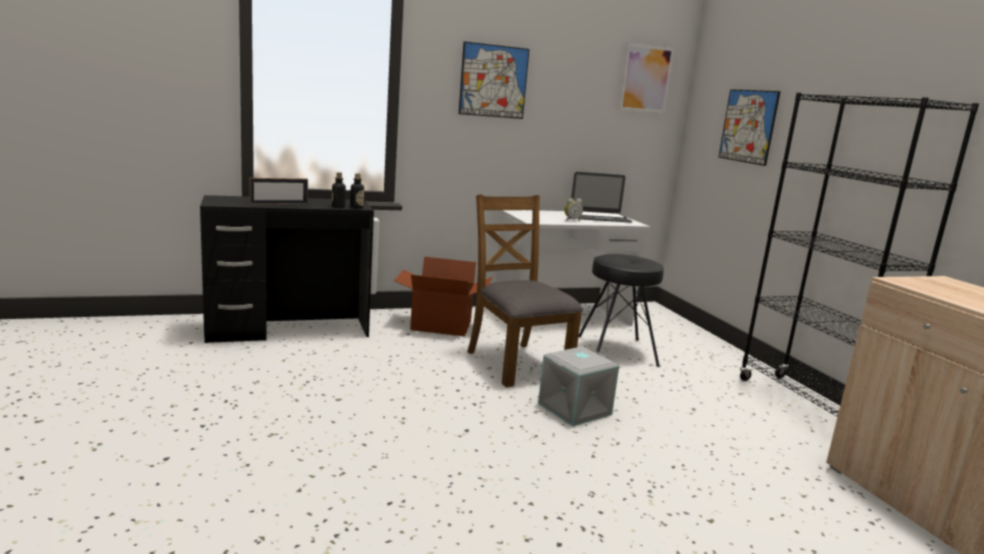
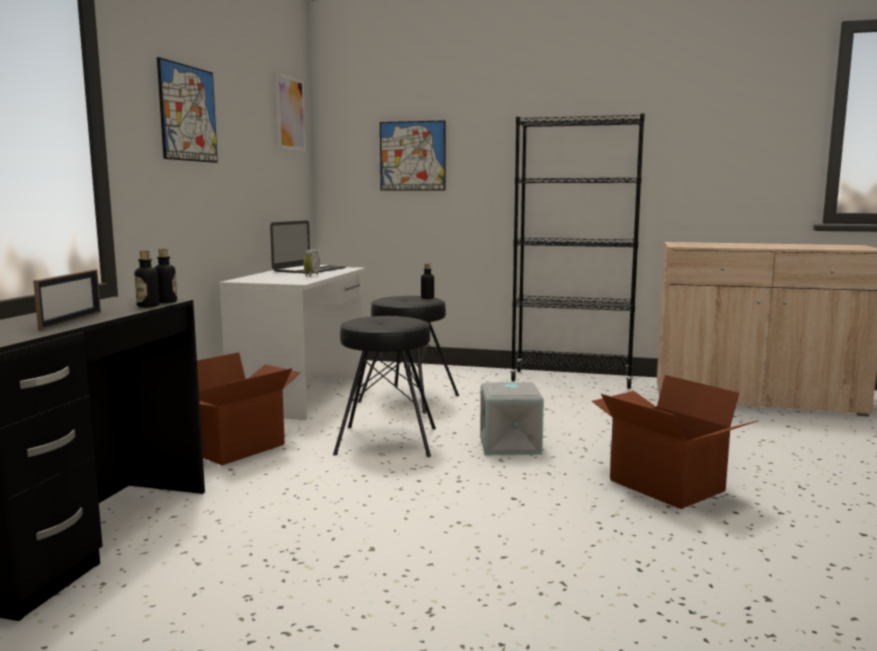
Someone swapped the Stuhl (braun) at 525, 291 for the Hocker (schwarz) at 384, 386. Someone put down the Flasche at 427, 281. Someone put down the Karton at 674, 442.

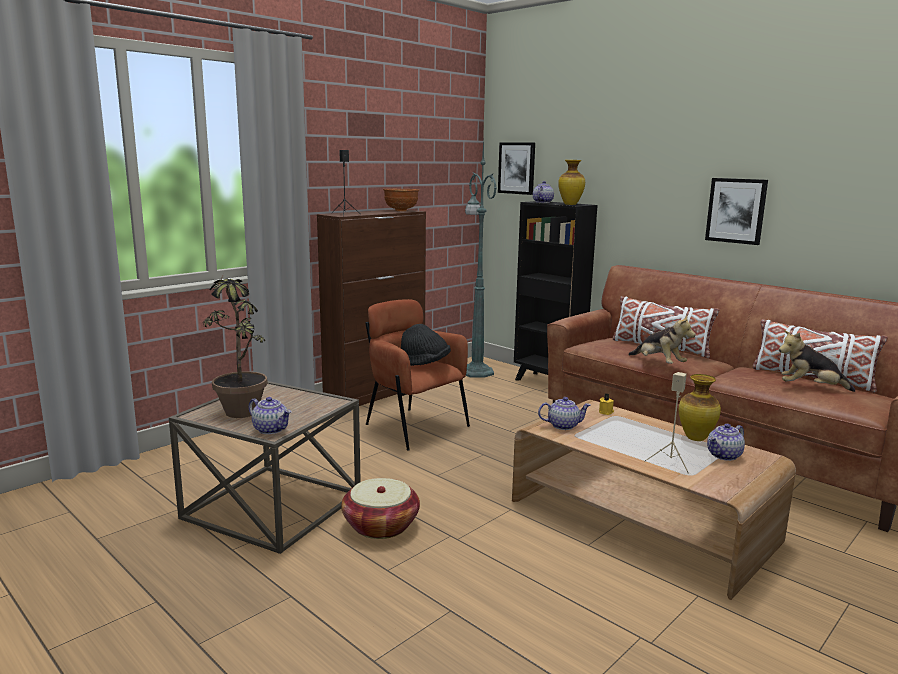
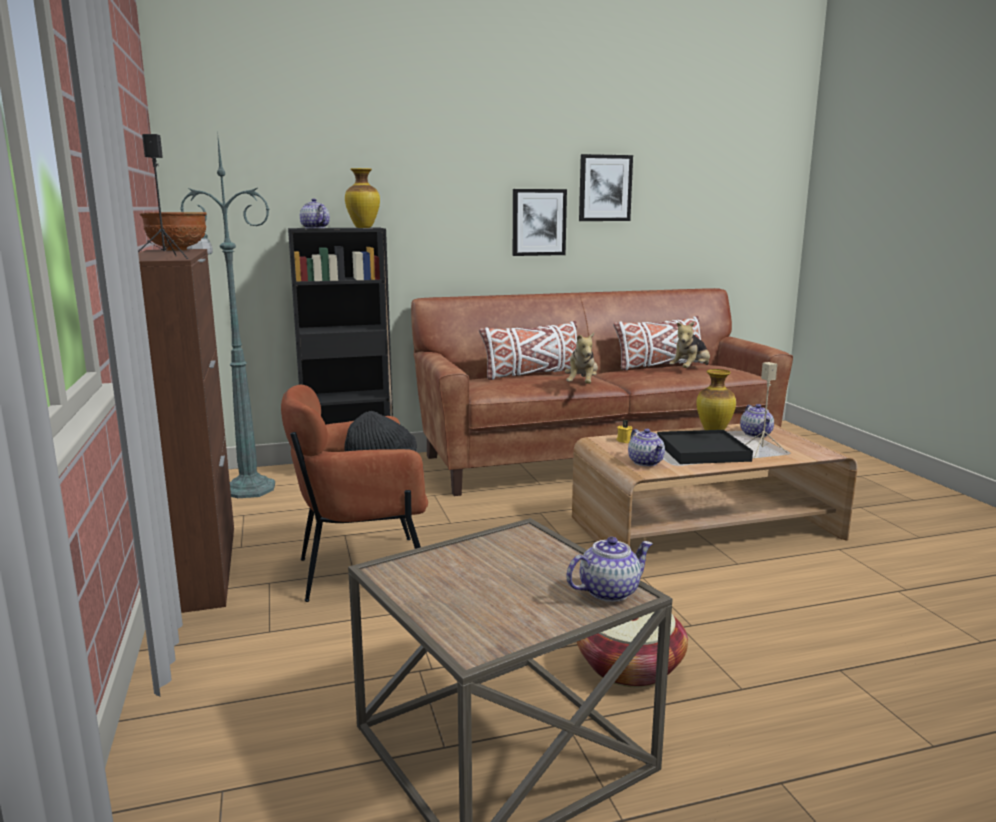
Someone rotated the Plüschtier at 662, 339 by 105 degrees clockwise. Someone carried the Bild from 516, 169 to 606, 187. Someone rotated the Teekanne at 564, 413 by 135 degrees clockwise. Someone put down the Tablett (schwarz) at 705, 447. Someone took away the Topfpflanze at 235, 346.

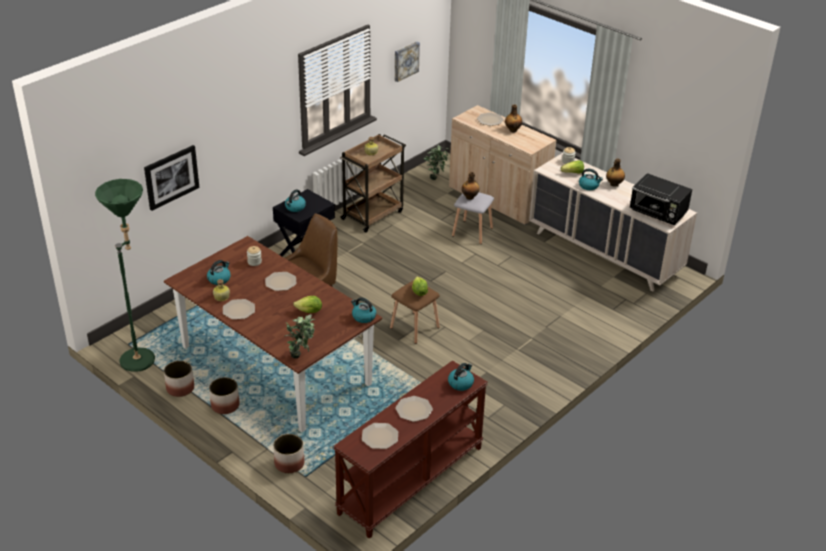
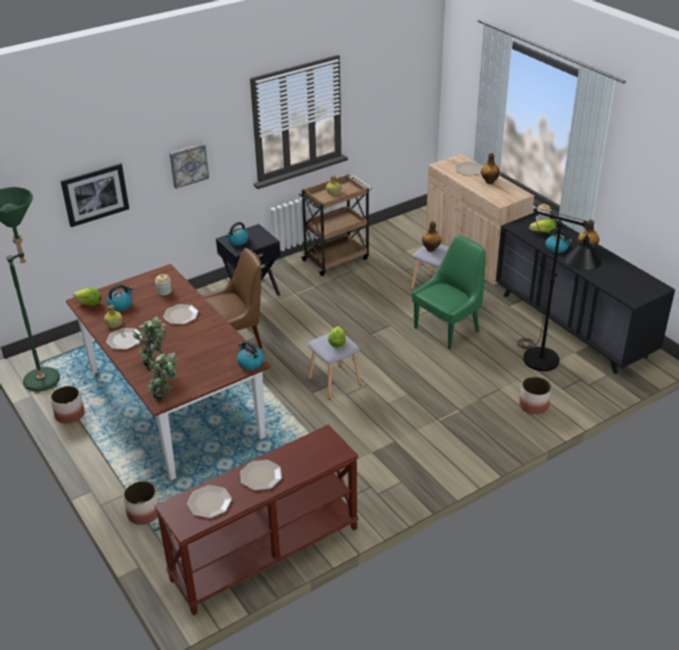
Someone carried the Salatkopf from 307, 304 to 87, 296. Someone carried the Topfpflanze from 436, 162 to 149, 341. Someone carried the Bild from 407, 61 to 189, 166. Someone repainted the Hocker (braun) at 415, 312, which became the Hocker (grau) at 335, 366. Someone put down the Stuhl (grün) at 449, 292. Someone repainted the Kommode (beige) at 613, 222, which became the Kommode (schwarz) at 585, 293. Someone put down the Stehlampe (schwarz) at 559, 289. Someone carried the Pflanzkübel from 224, 395 to 535, 395. Someone took away the Wasserkessel at 461, 377. Someone took away the Mikrowelle (schwarz) at 660, 199.

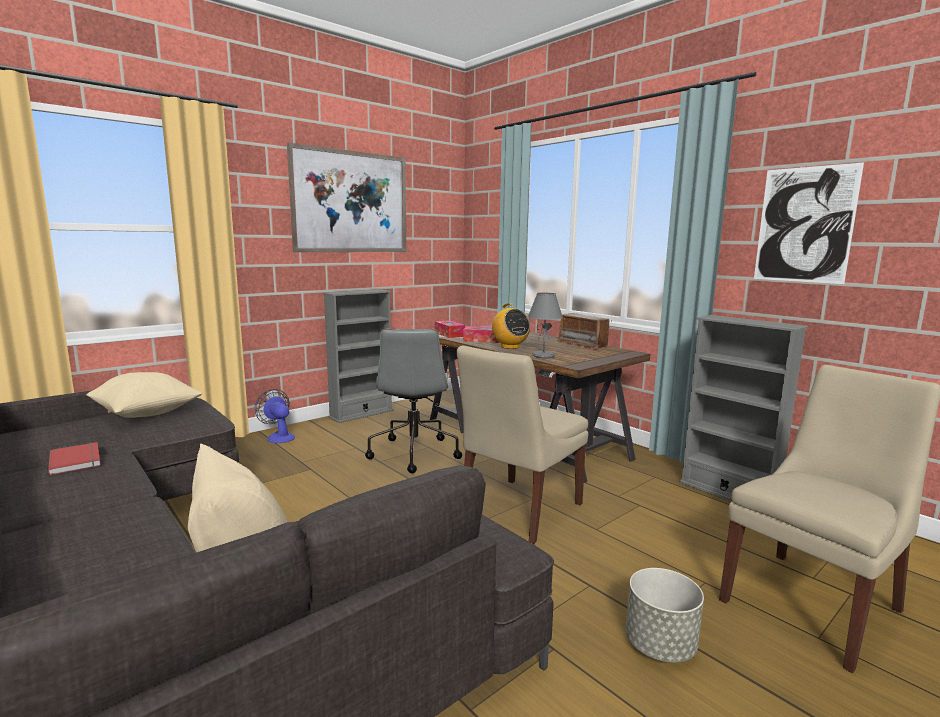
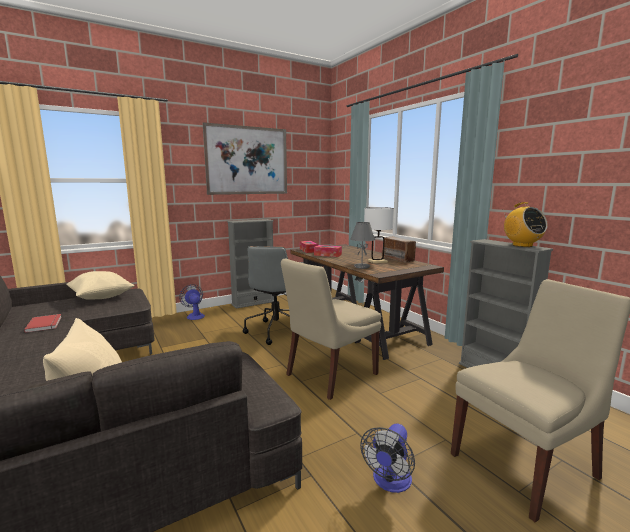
Someone swapped the Pflanzkübel (grau) at 665, 615 for the Ventilator at 387, 458. Someone put down the Tischlampe (weiß) at 379, 235. Someone carried the Radio from 511, 326 to 525, 224. Someone took away the Bild at 809, 223.

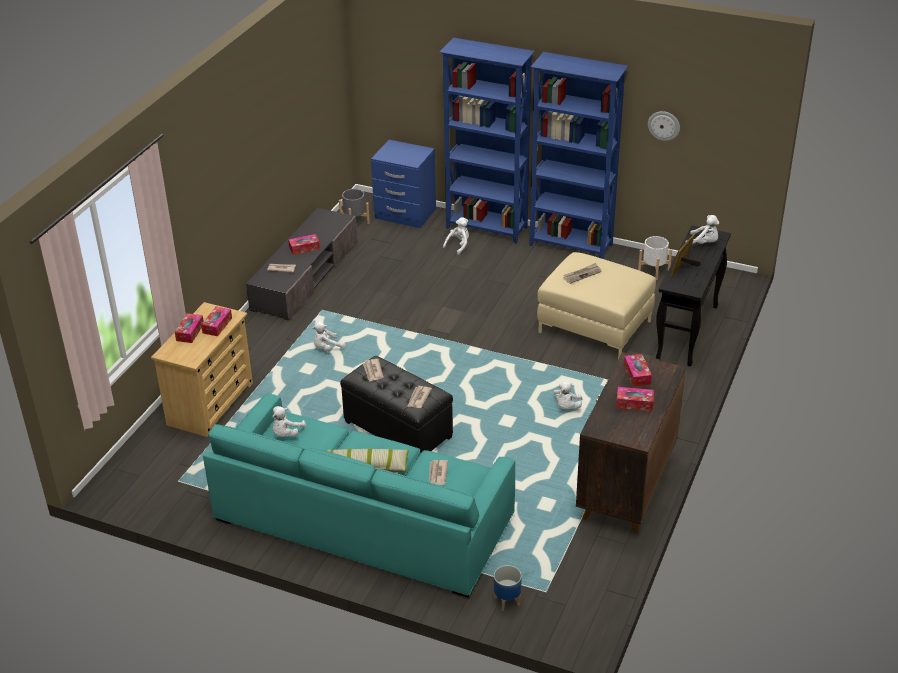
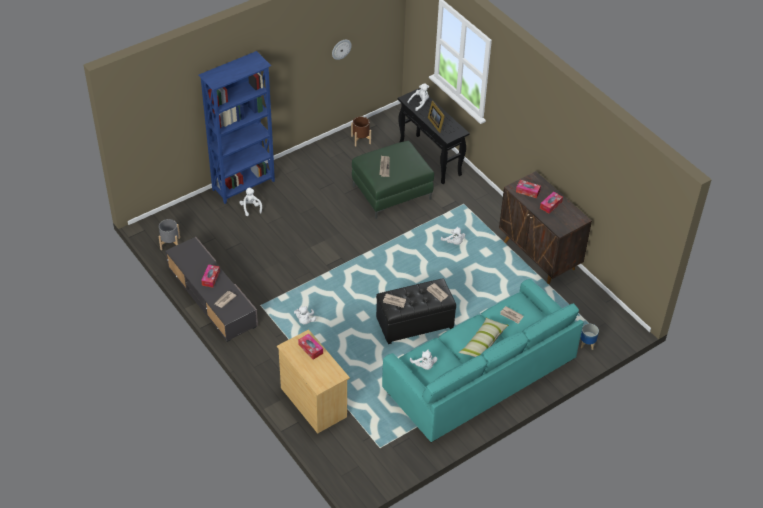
Someone repainted the Pflanzkübel (weiß) at 655, 258, which became the Pflanzkübel (braun) at 361, 131. Someone repainted the Polsterhocker (beige) at 596, 305, which became the Polsterhocker (grün) at 393, 180. Someone took away the Taschentuchbox at 189, 328. Someone took away the Nachttisch (blau) at 403, 184. Someone took away the Bücherregal (blau) at 579, 155.

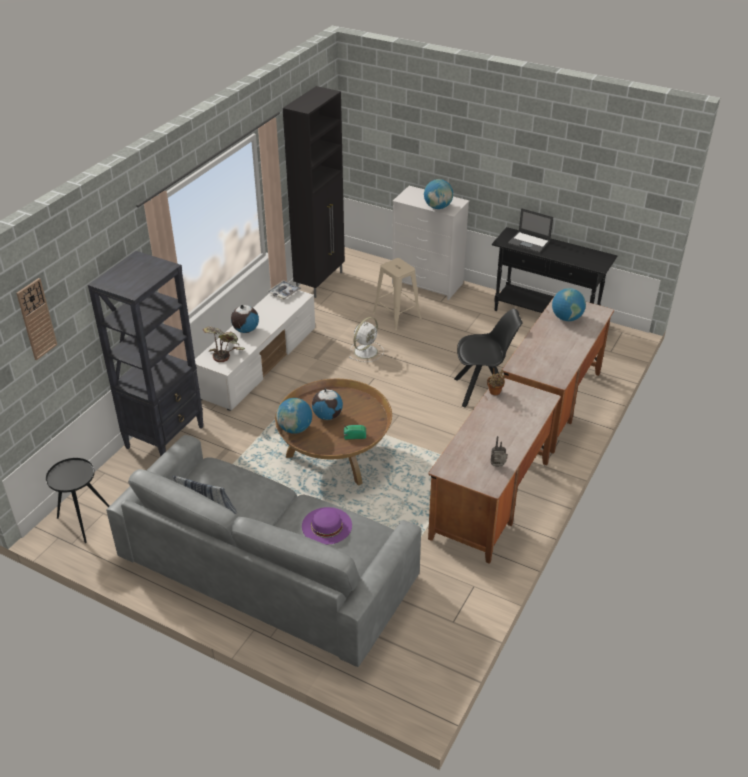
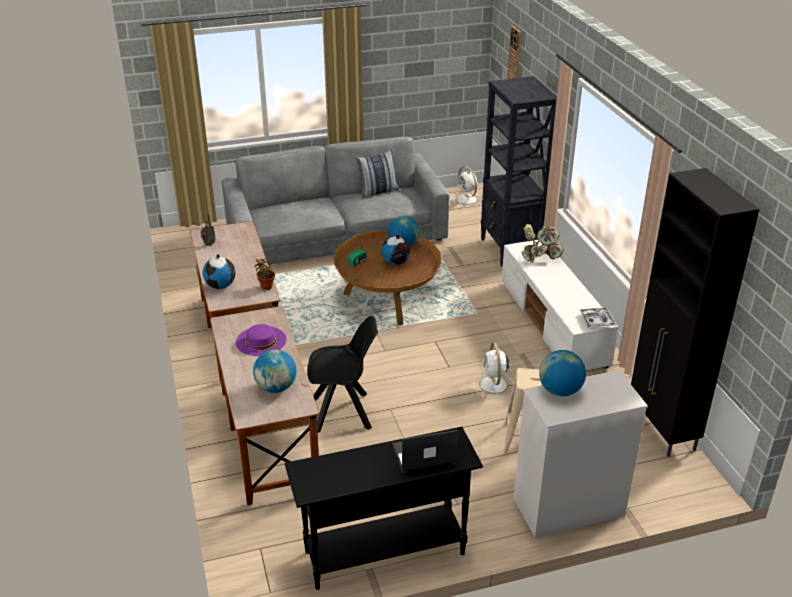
Someone carried the Globus from 245, 319 to 218, 271. Someone carried the Hut (lila) from 327, 526 to 261, 340. Someone rotated the Stuhl (schwarz) at 488, 358 by 135 degrees counterclockwise. Someone swapped the Beistelltisch (schwarz) at 77, 500 for the Ventilator (weiß) at 466, 186.

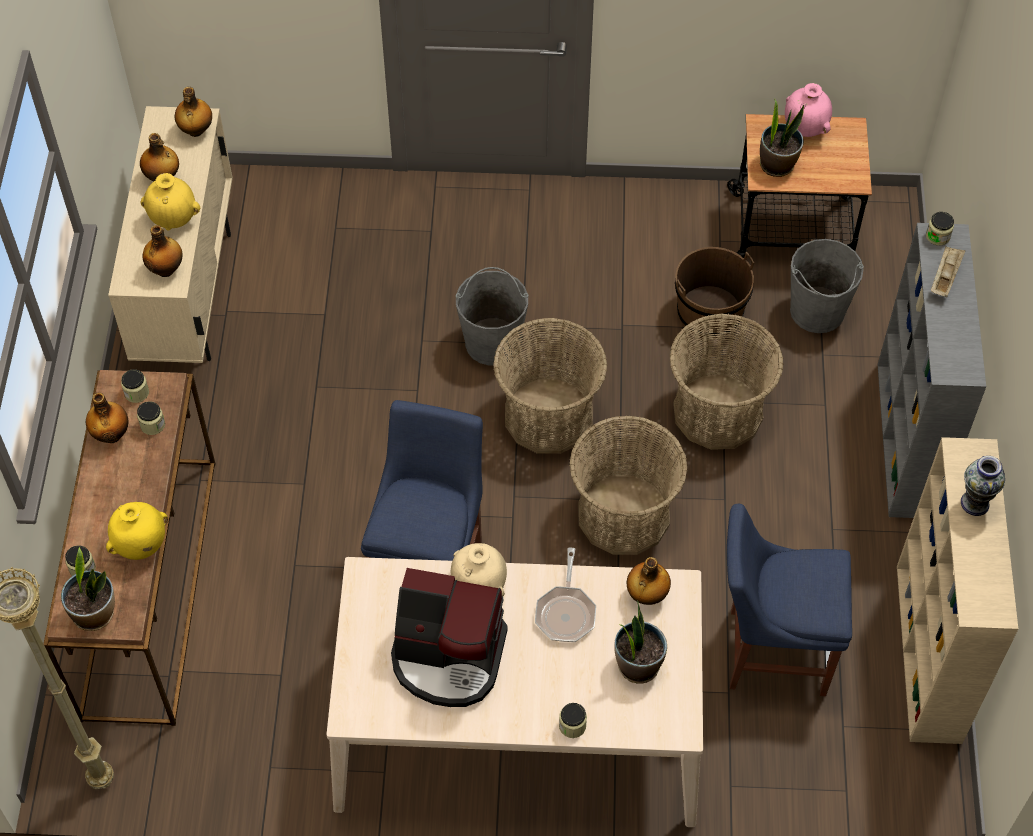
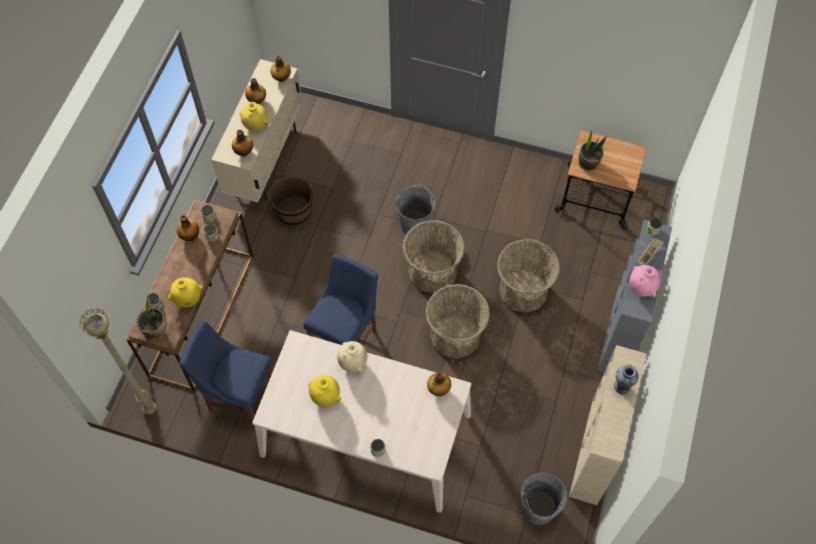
Someone carried the Stuhl (blau) from 789, 600 to 225, 374. Someone carried the Eimer (braun) from 714, 292 to 290, 201. Someone swapped the Kaffeemaschine at 449, 637 for the Vase (gelb) at 324, 391. Someone carried the Eimer (grau) from 827, 286 to 544, 498. Someone carried the Vase (rosa) from 808, 110 to 645, 281. Someone took away the Pfanne at 565, 595. Someone took away the Topfpflanze at 640, 642.

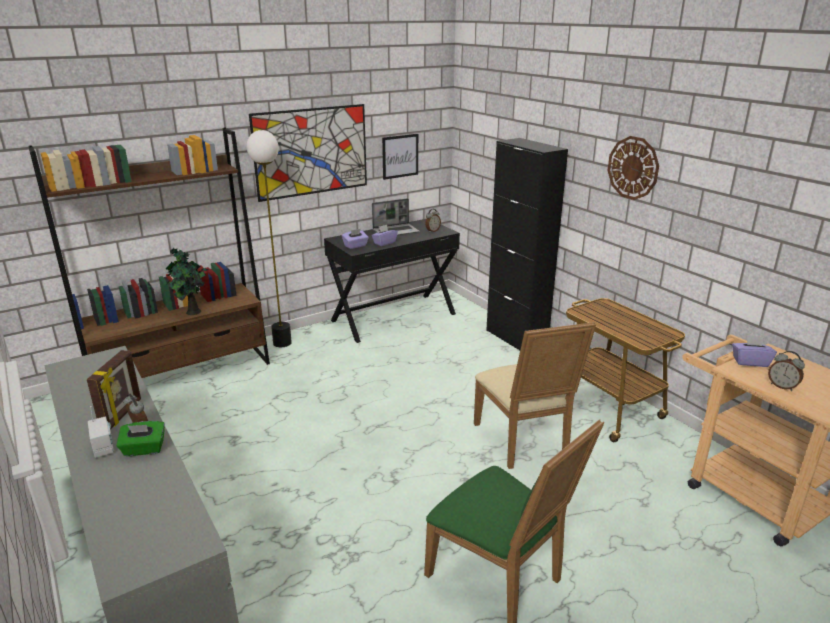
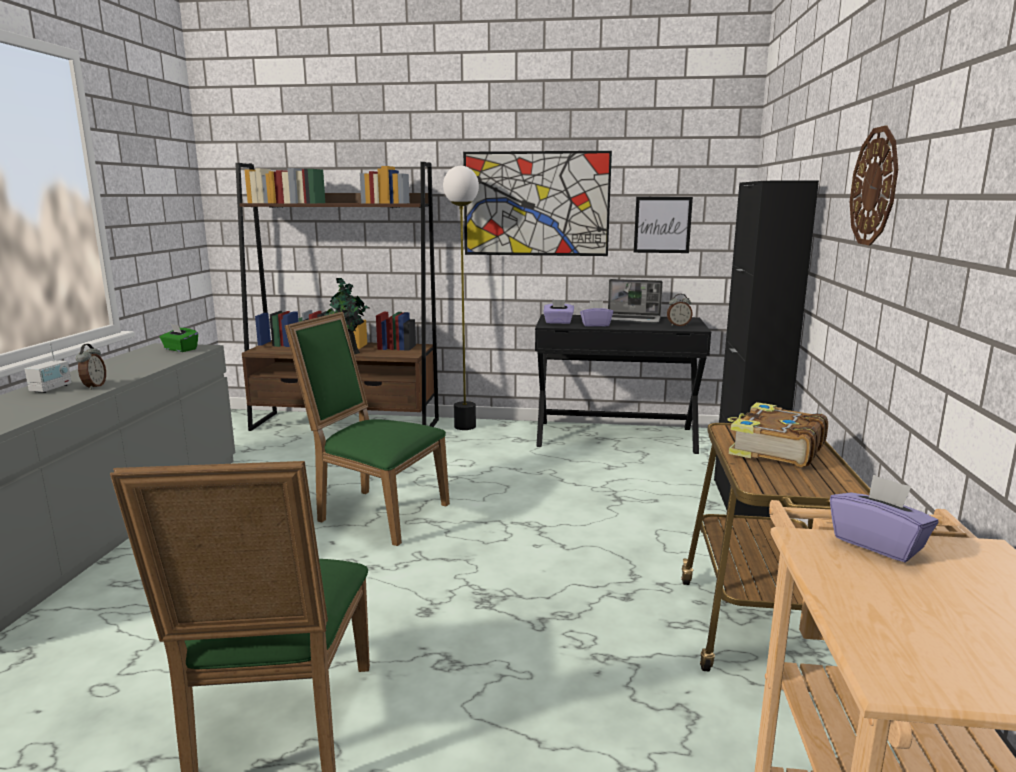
Someone carried the Taschentuchbox (grün) from 140, 438 to 179, 338. Someone put down the Stuhl (grün) at 367, 429. Someone put down the Buch at 777, 434. Someone took away the Bilderrahmen at 114, 390. Someone took away the Stuhl (beige) at 535, 395. Someone took away the Wecker at 786, 371.

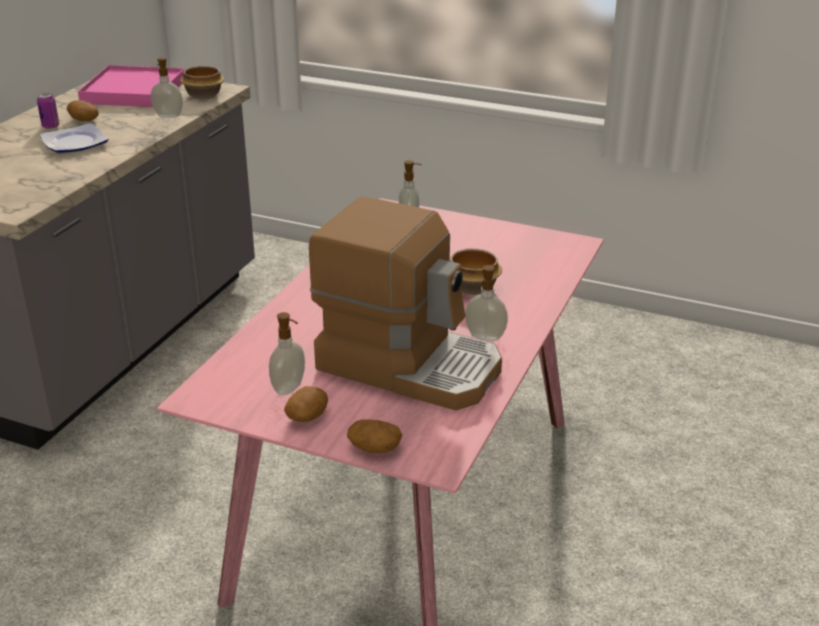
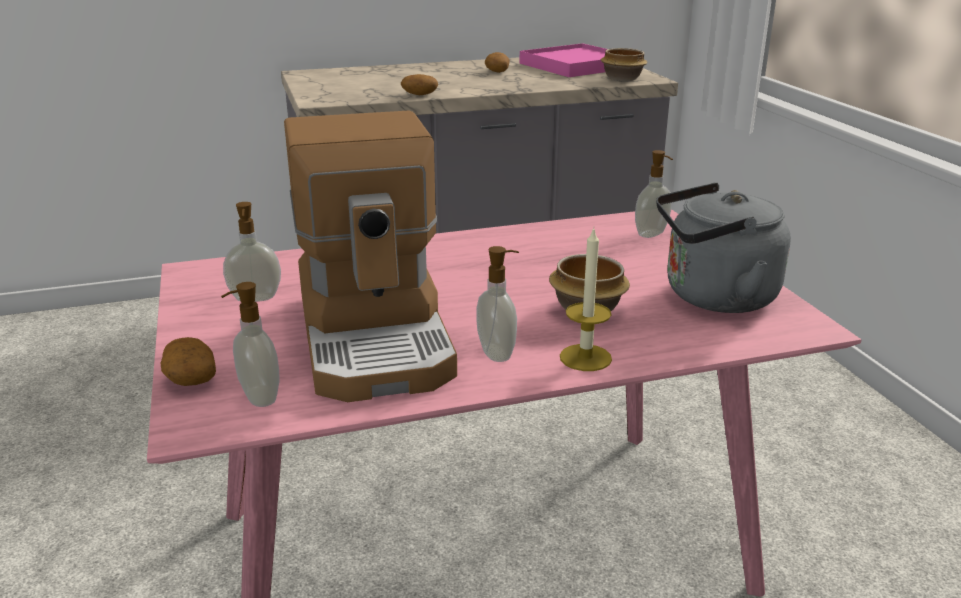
Someone carried the Seifenspender from 167, 87 to 250, 344. Someone carried the Kartoffel from 306, 404 to 419, 84. Someone put down the Kerze at 586, 299. Someone put down the Wasserkessel (grau) at 723, 248. Someone took away the Dose at 48, 111. Someone took away the Teller at 74, 138.

